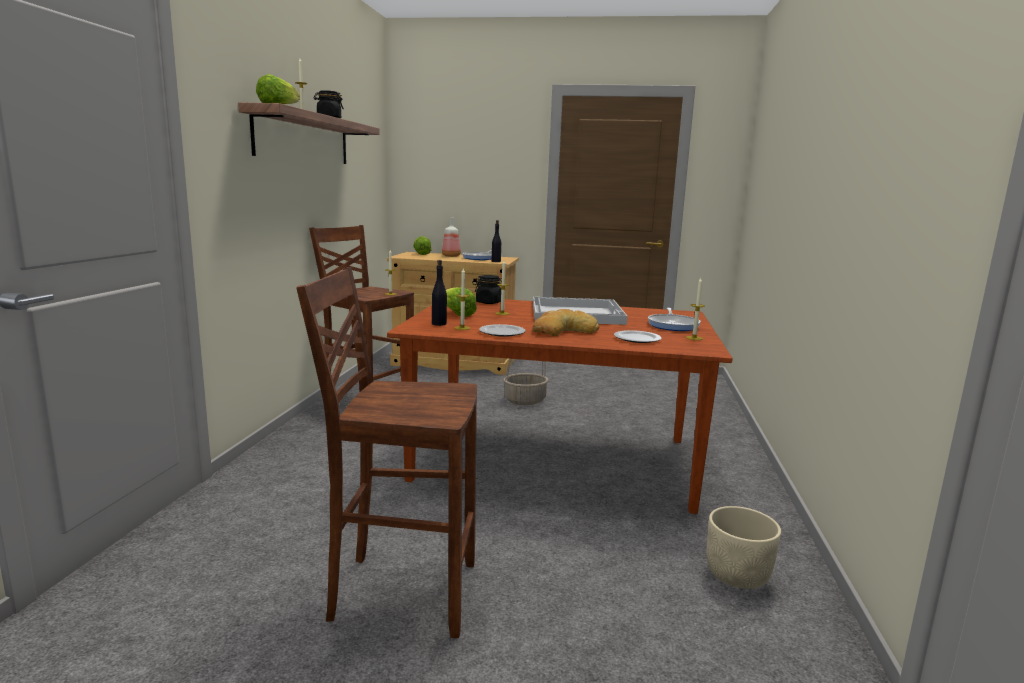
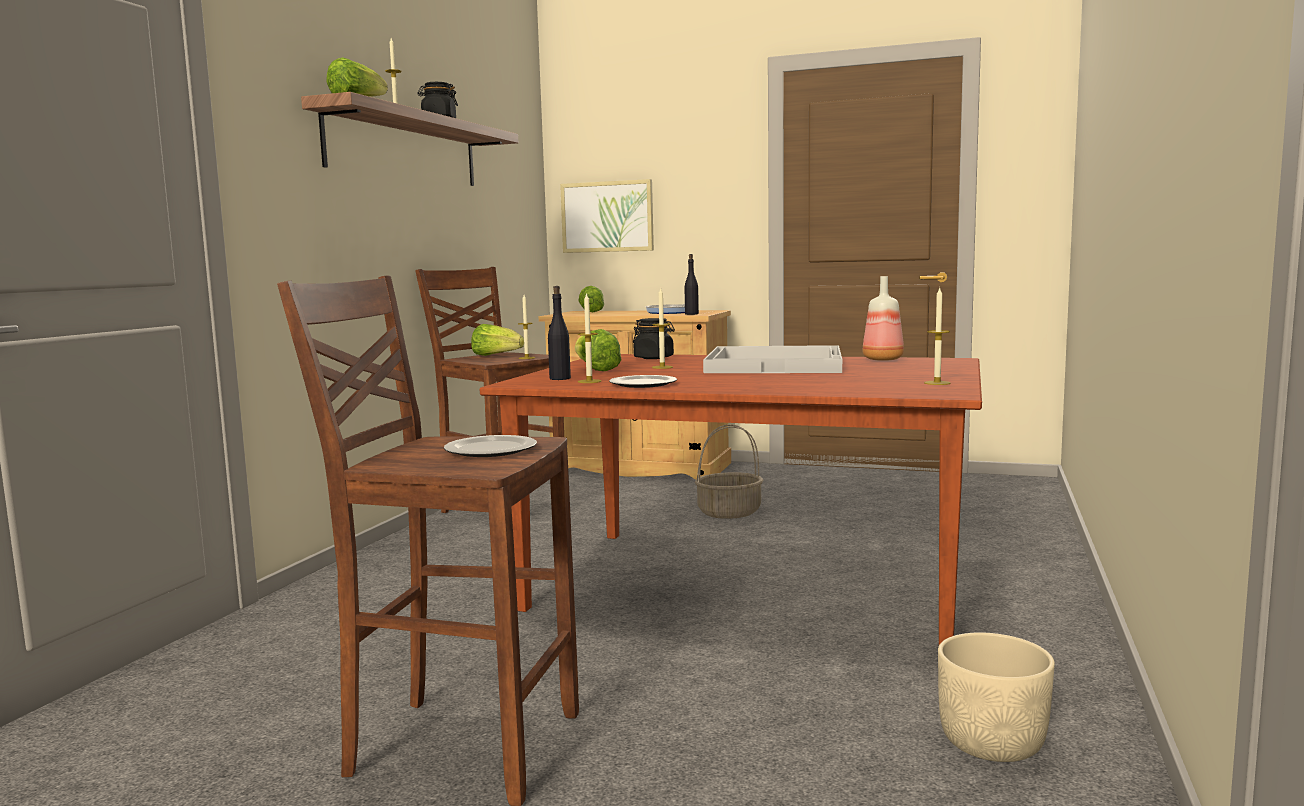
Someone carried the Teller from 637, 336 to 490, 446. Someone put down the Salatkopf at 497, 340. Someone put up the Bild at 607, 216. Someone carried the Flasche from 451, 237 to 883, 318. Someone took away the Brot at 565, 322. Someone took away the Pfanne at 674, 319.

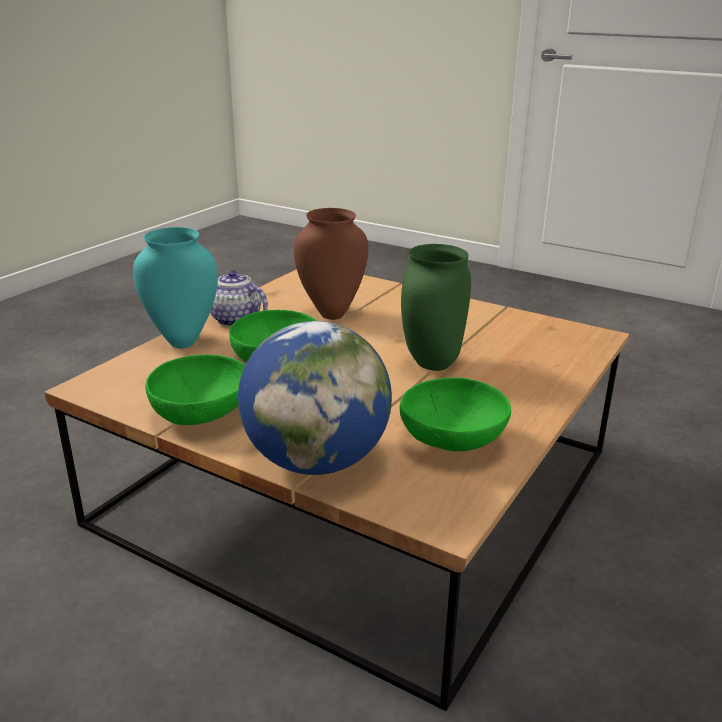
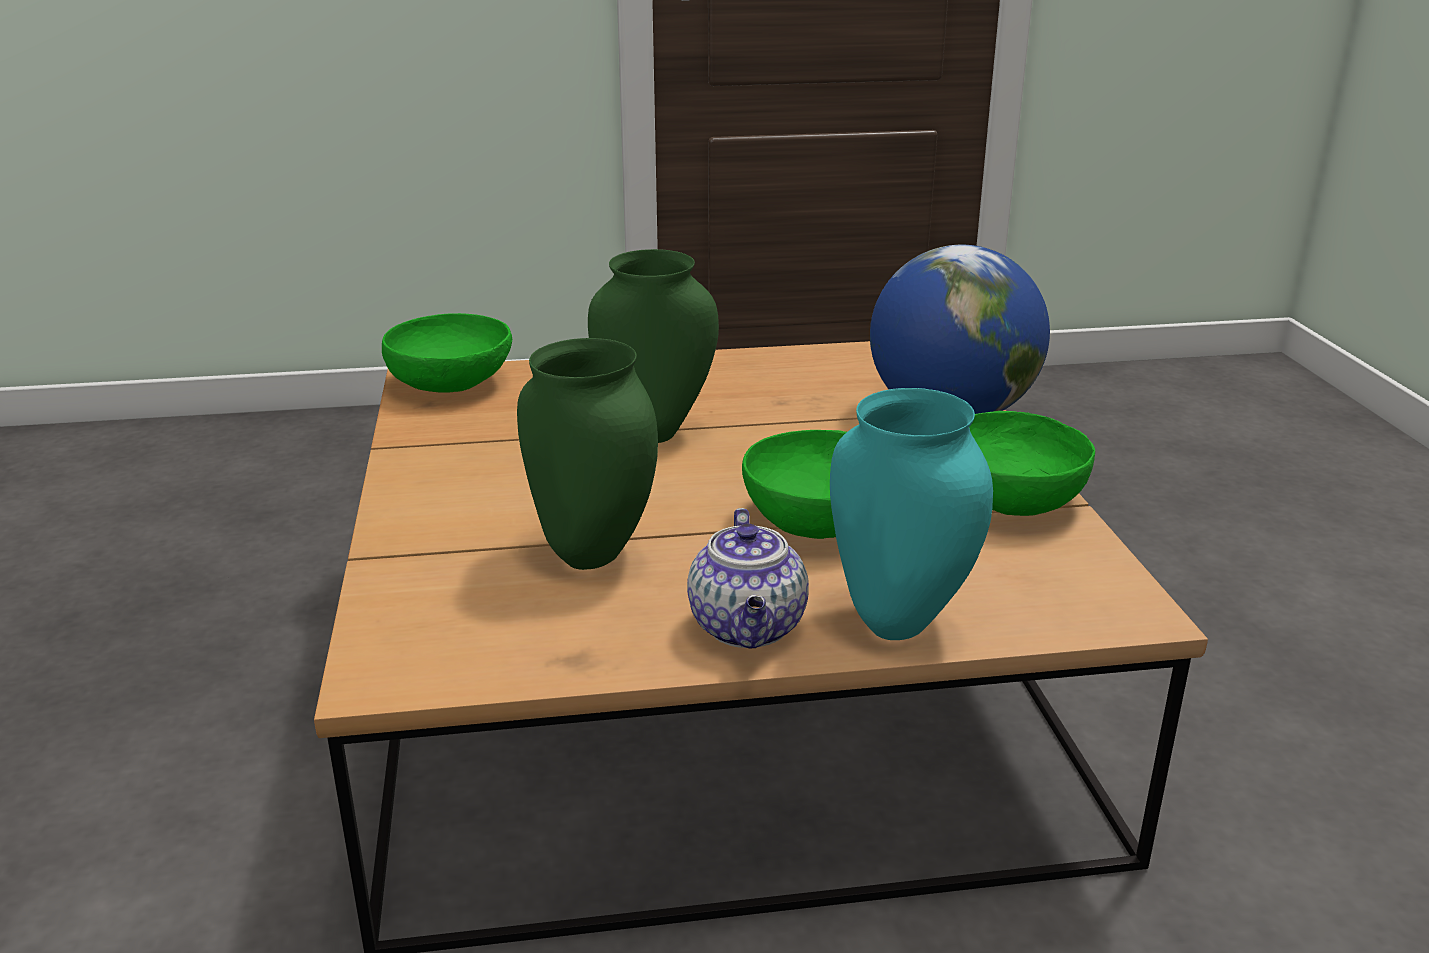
Someone carried the Schüssel (grün) from 455, 414 to 447, 353. Someone repainted the Vase (braun) at 331, 264, which became the Vase (grün) at 587, 454.

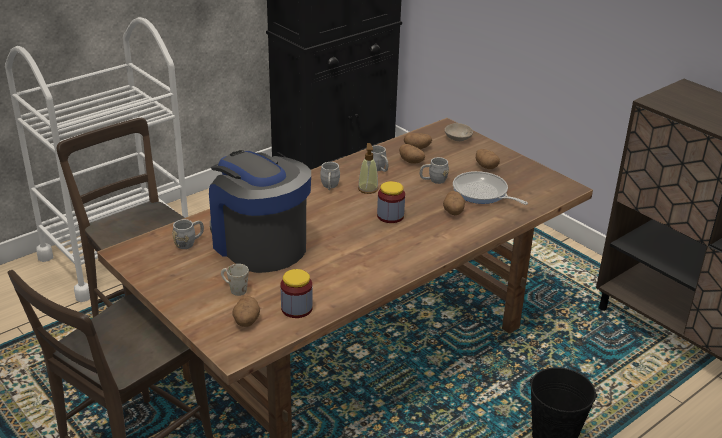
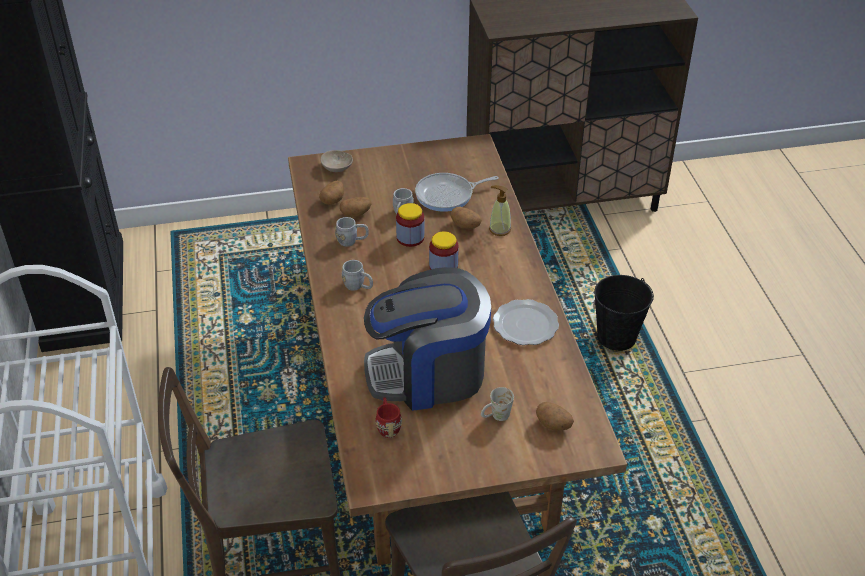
Someone repainted the Henkelbecher (grau) at 188, 234, which became the Henkelbecher (rot) at 389, 417. Someone carried the Vorratsglas from 297, 293 to 410, 225. Someone carried the Seifenspender from 368, 168 to 500, 210. Someone put down the Teller at 526, 322. Someone took away the Kartoffel at 488, 159.

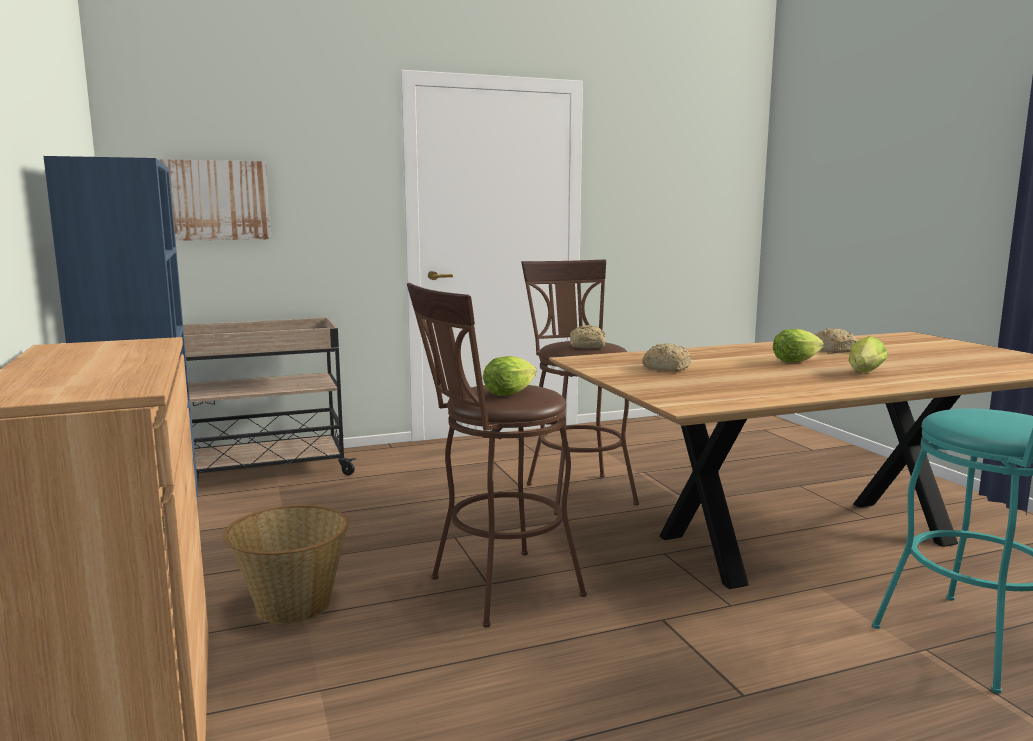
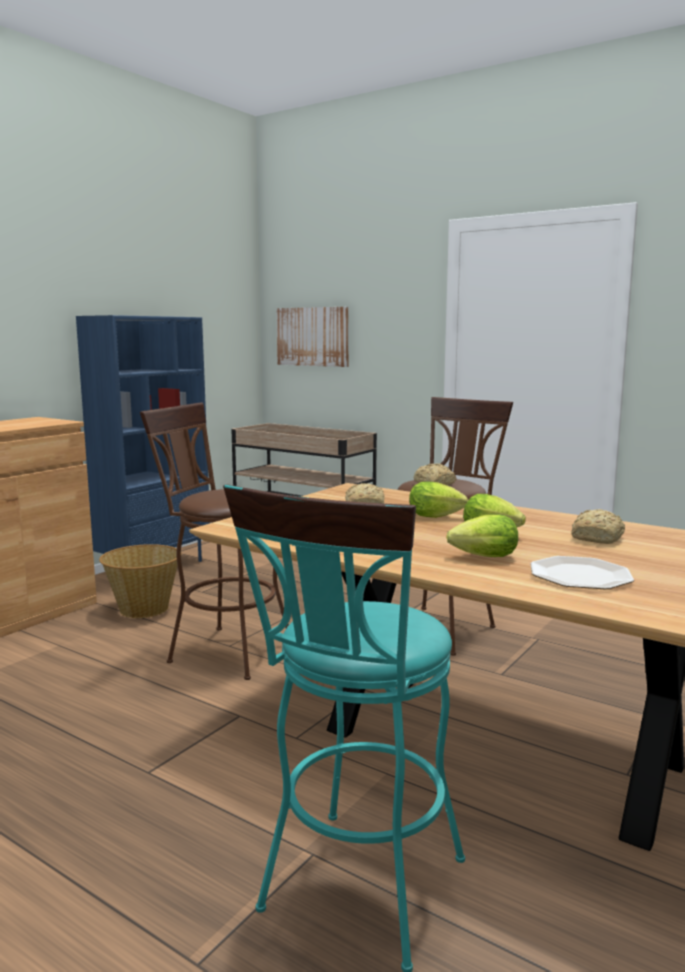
Someone carried the Salatkopf from 510, 376 to 438, 500. Someone put down the Teller at 582, 572.

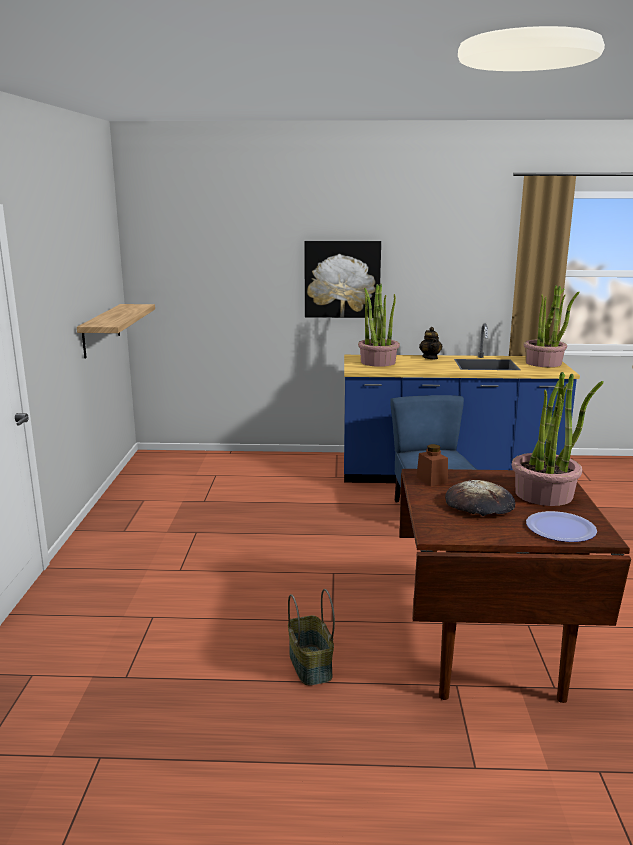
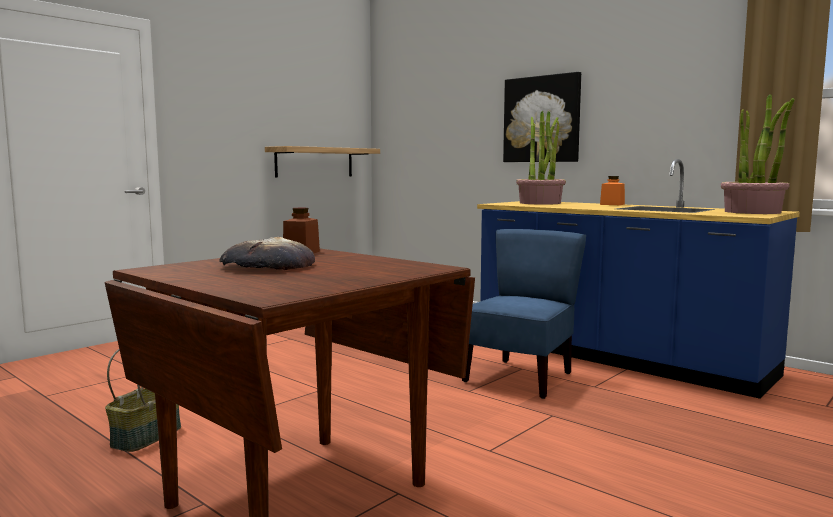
Someone swapped the Teekanne at 430, 343 for the Vorratsglas (orange) at 612, 190. Someone took away the Topfpflanze at 558, 439. Someone took away the Teller at 561, 526.

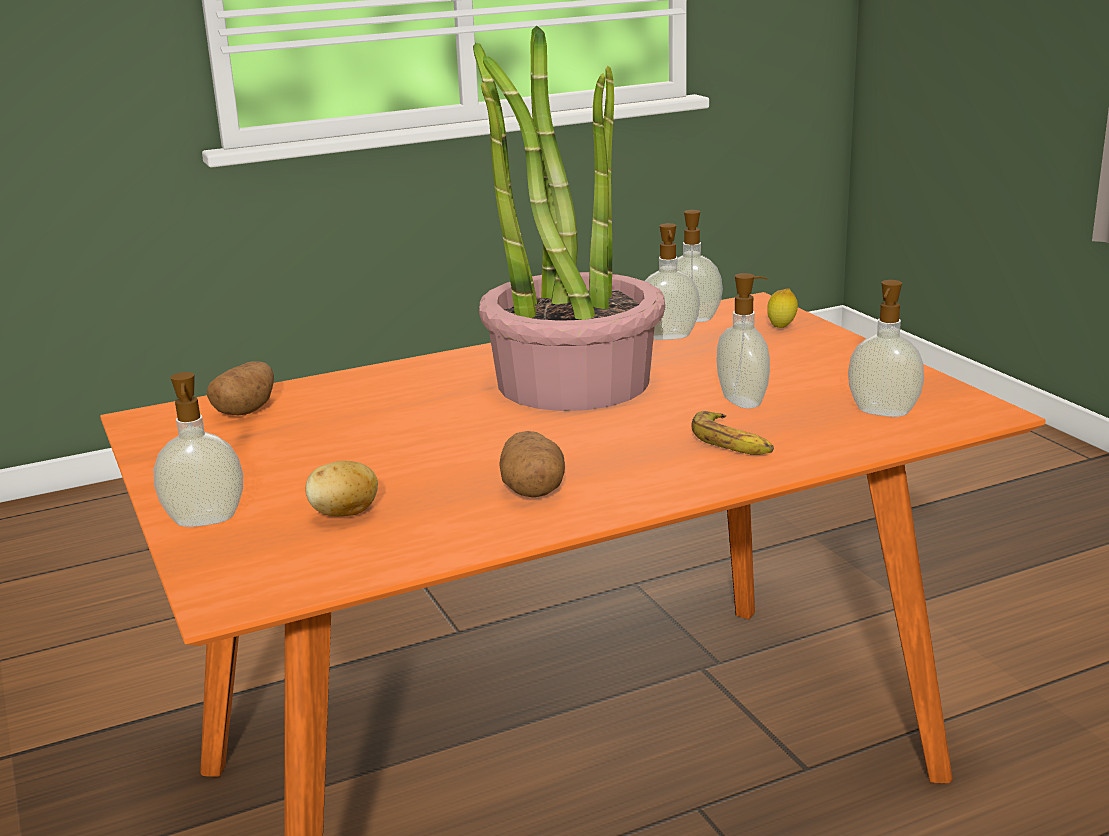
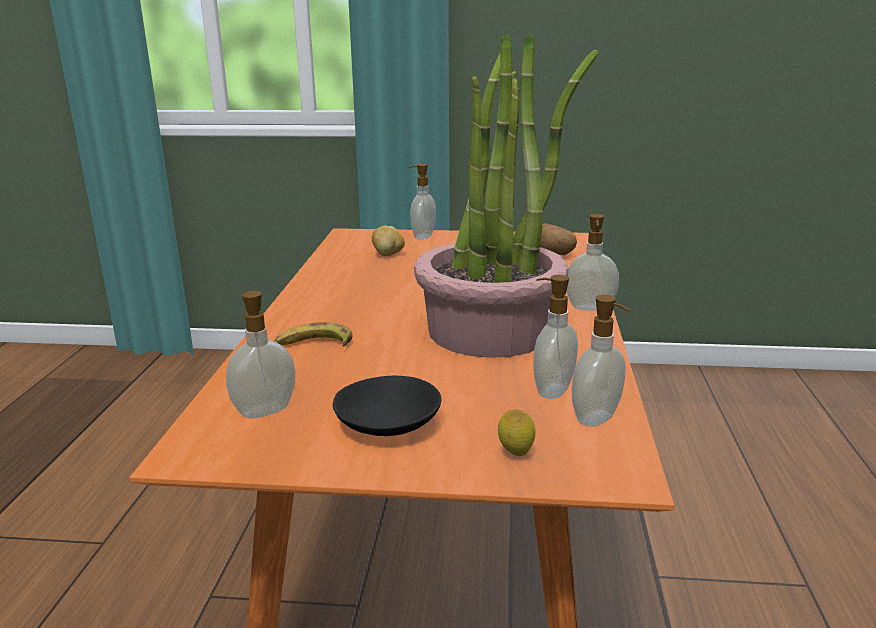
Someone put down the Schüssel (schwarz) at 387, 406. Someone carried the Seifenspender from 743, 341 to 592, 262. Someone took away the Kartoffel at 532, 464.

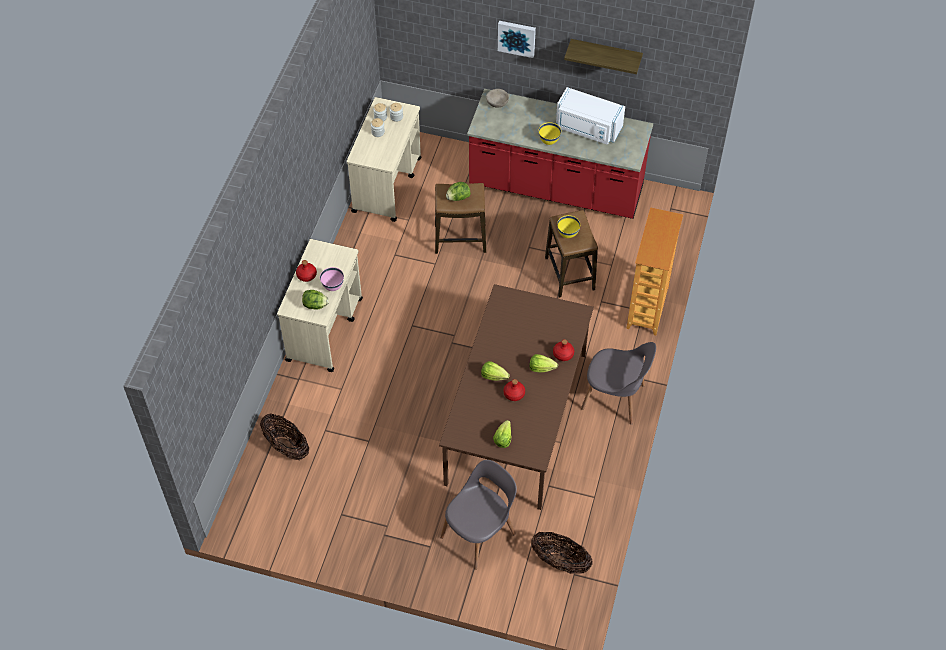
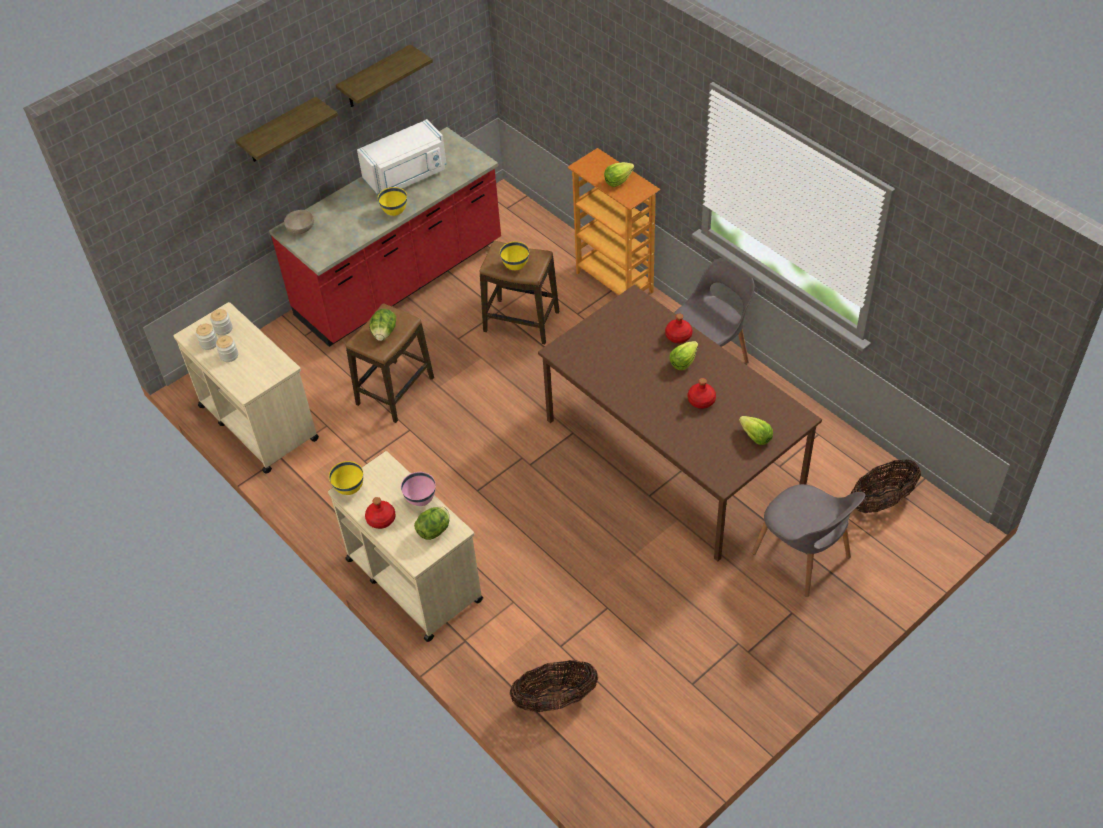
Someone swapped the Bild at 517, 39 for the Wandregal at 286, 129. Someone put down the Schüssel (gelb) at 346, 478. Someone carried the Salatkopf from 495, 371 to 619, 174. Someone rotated the Stuhl (grau) at 478, 515 by 150 degrees clockwise.

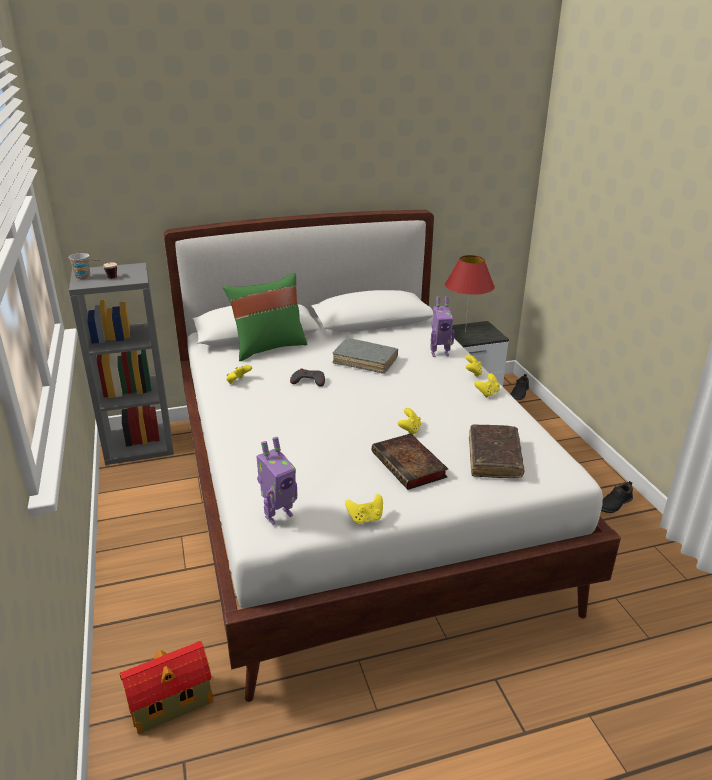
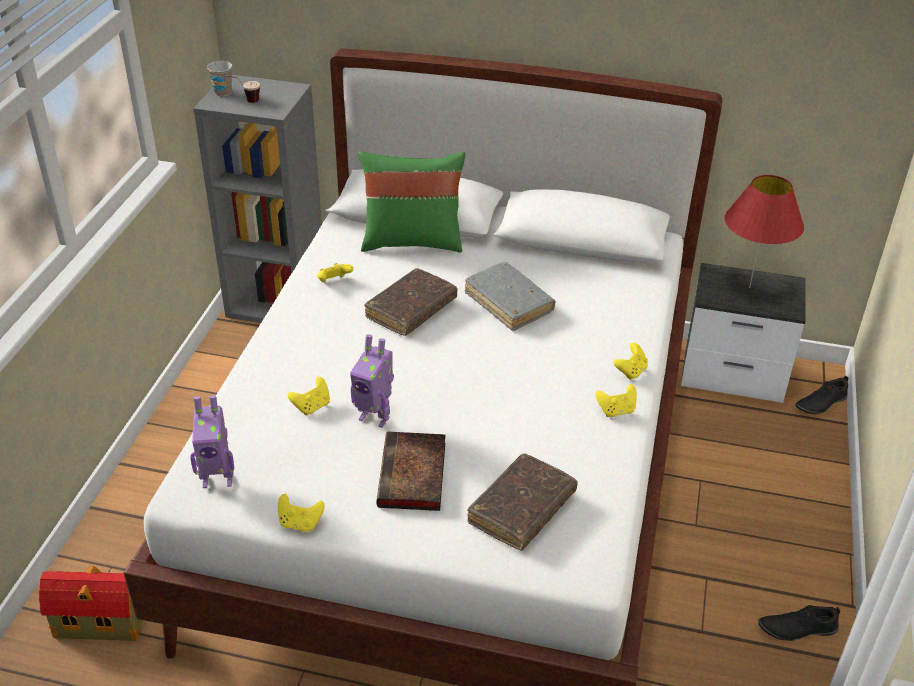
Someone carried the Gamepad (gelb) from 409, 421 to 309, 396. Someone carried the Spielzeugroboter from 442, 326 to 372, 381. Someone swapped the Gamepad (grau) at 307, 378 for the Buch (braun) at 411, 302.

